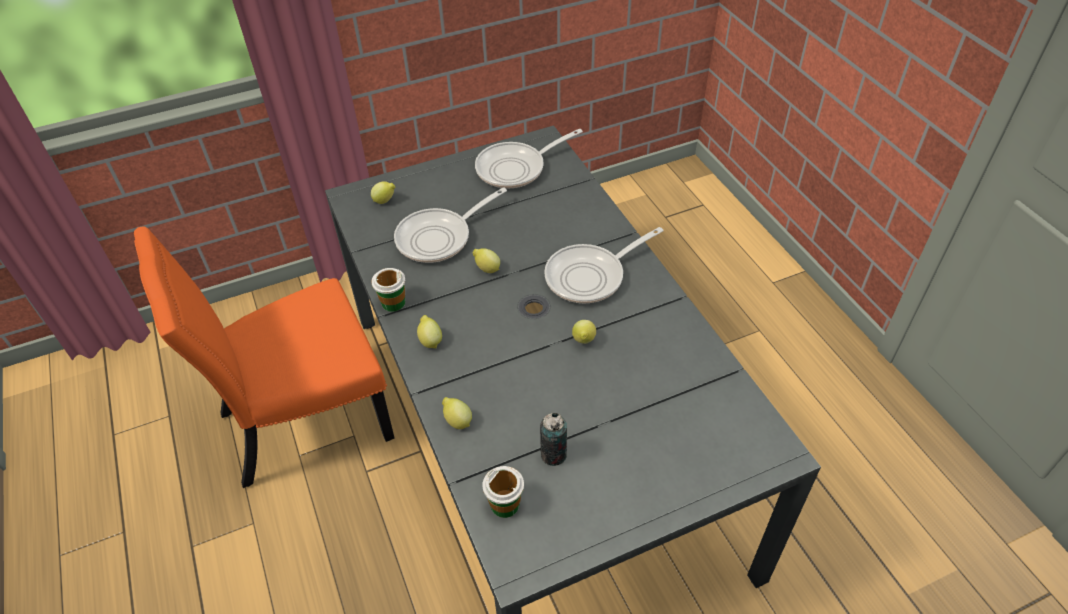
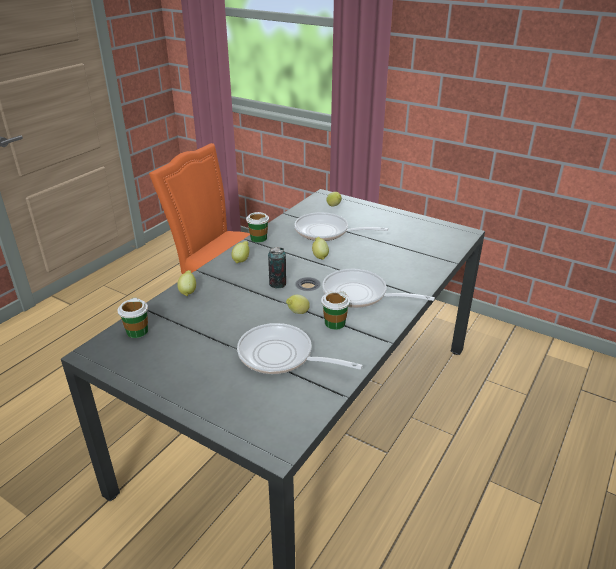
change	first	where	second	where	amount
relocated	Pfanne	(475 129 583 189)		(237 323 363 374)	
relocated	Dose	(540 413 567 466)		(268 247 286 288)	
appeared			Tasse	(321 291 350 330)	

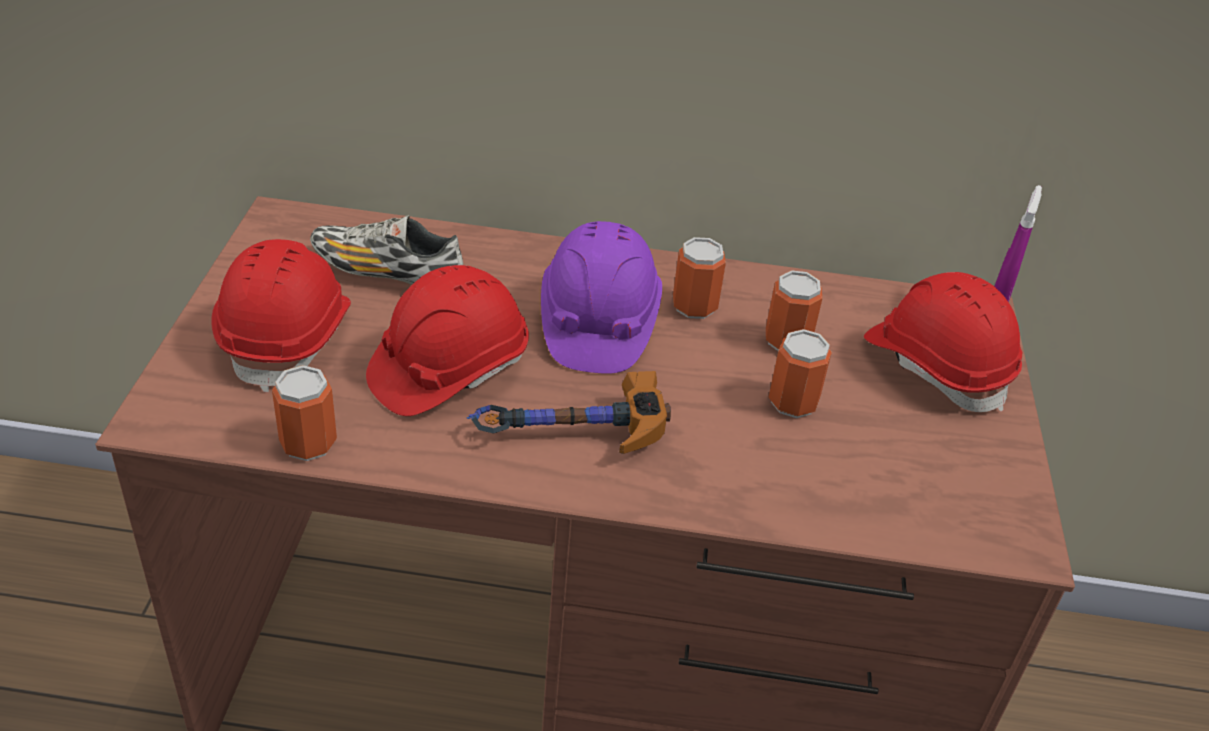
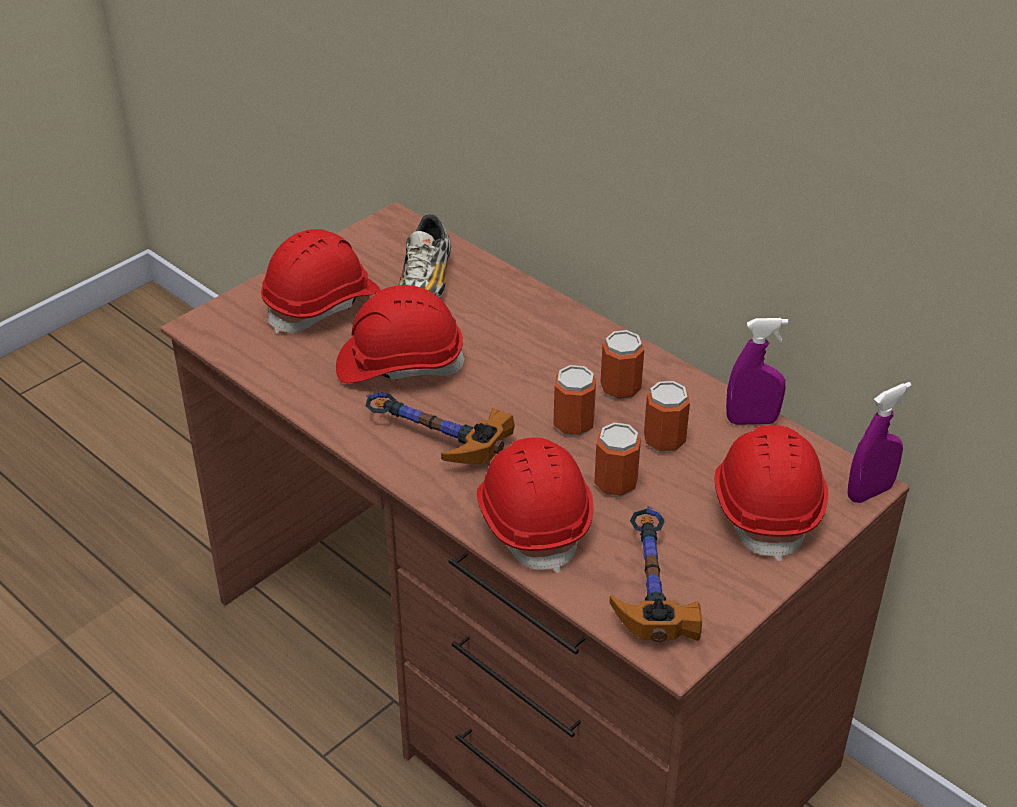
change	first	where	second	where	amount
spun	Schuh	(310 215 463 285)		(399 214 452 298)	135 degrees counterclockwise
appeared			Schutzhelm [rot]	(477 438 593 573)	
relocated	Dose	(272 365 337 461)		(553 365 596 437)	
appeared			Hammer	(609 506 702 643)	
appeared			Sprühflasche [lila]	(726 318 788 424)	
missing	Schutzhelm [lila]	(541 221 662 374)			

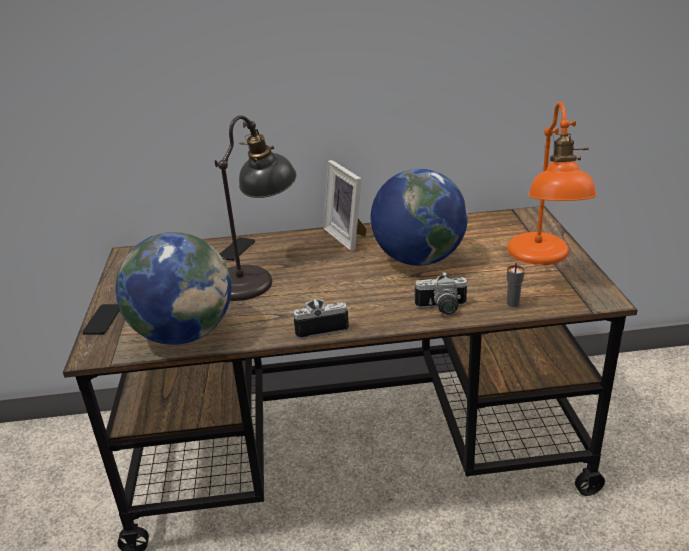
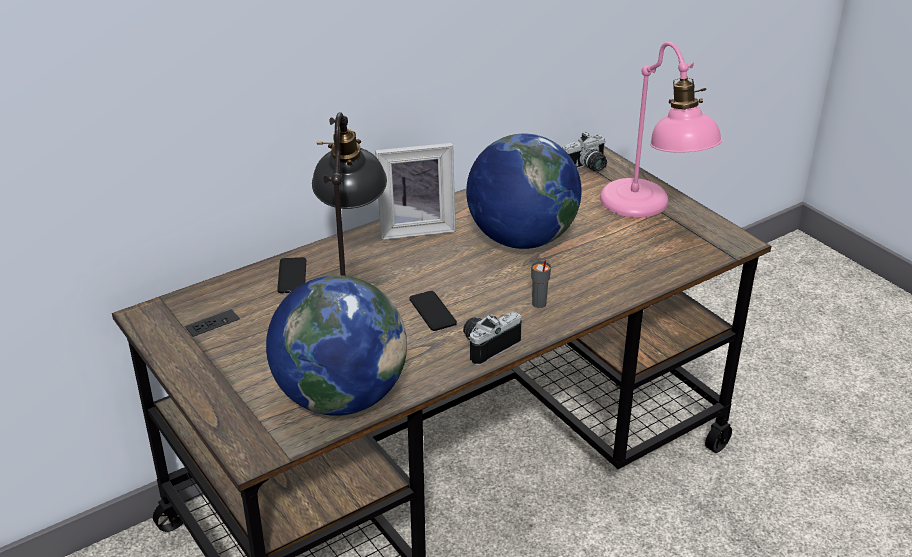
change	first	where	second	where	amount
spun	Bilderrahmen	(323 160 367 251)		(375 143 456 240)	45 degrees counterclockwise
relocated	Handy	(83 304 120 335)		(409 291 457 331)	
relocated	Tasse [grau]	(507 263 525 307)		(531 260 551 308)	
relocated	Kamera	(415 272 467 315)		(562 132 607 172)	
colour	Tischlampe [orange]	(507 102 597 265)	Tischlampe [rosa]	(600 42 722 218)	

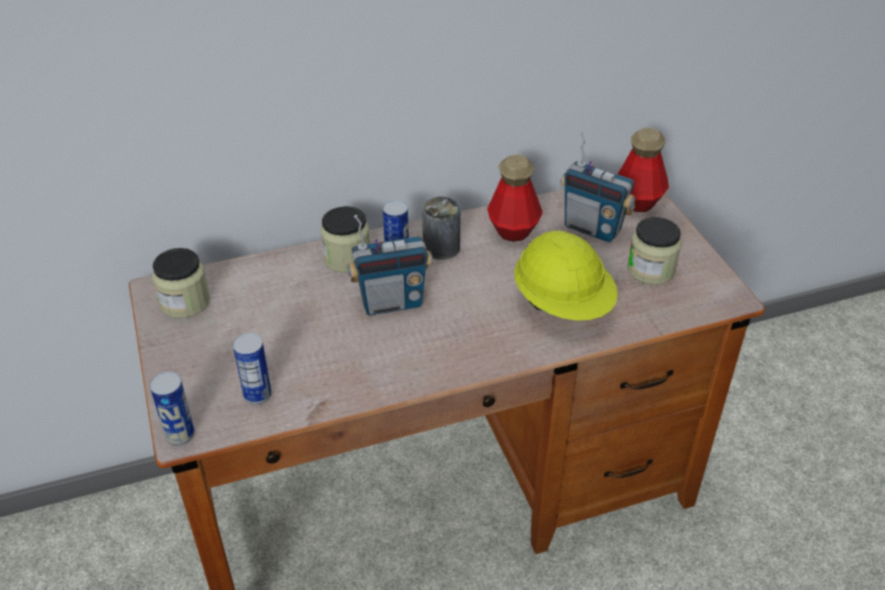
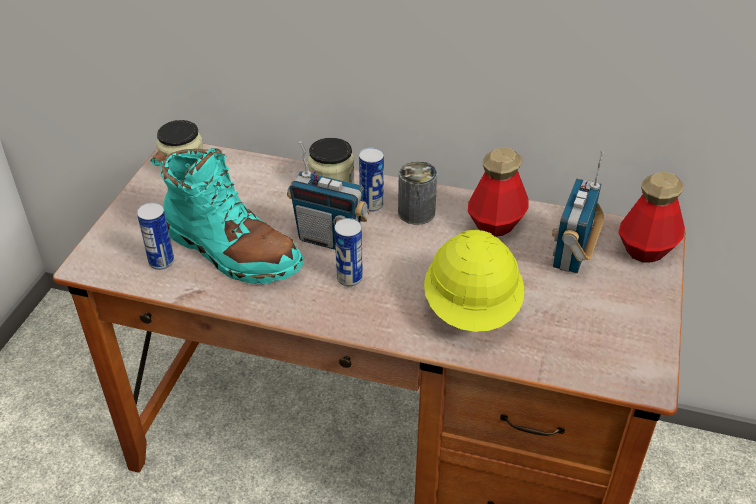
change	first	where	second	where	amount
appeared			Stiefel [türkis]	(150 148 304 285)	
relocated	Dose	(150 372 195 445)		(334 218 363 287)	
spun	Radio	(560 132 636 242)		(552 151 604 274)	45 degrees clockwise
missing	Vorratsglas	(627 217 682 285)			

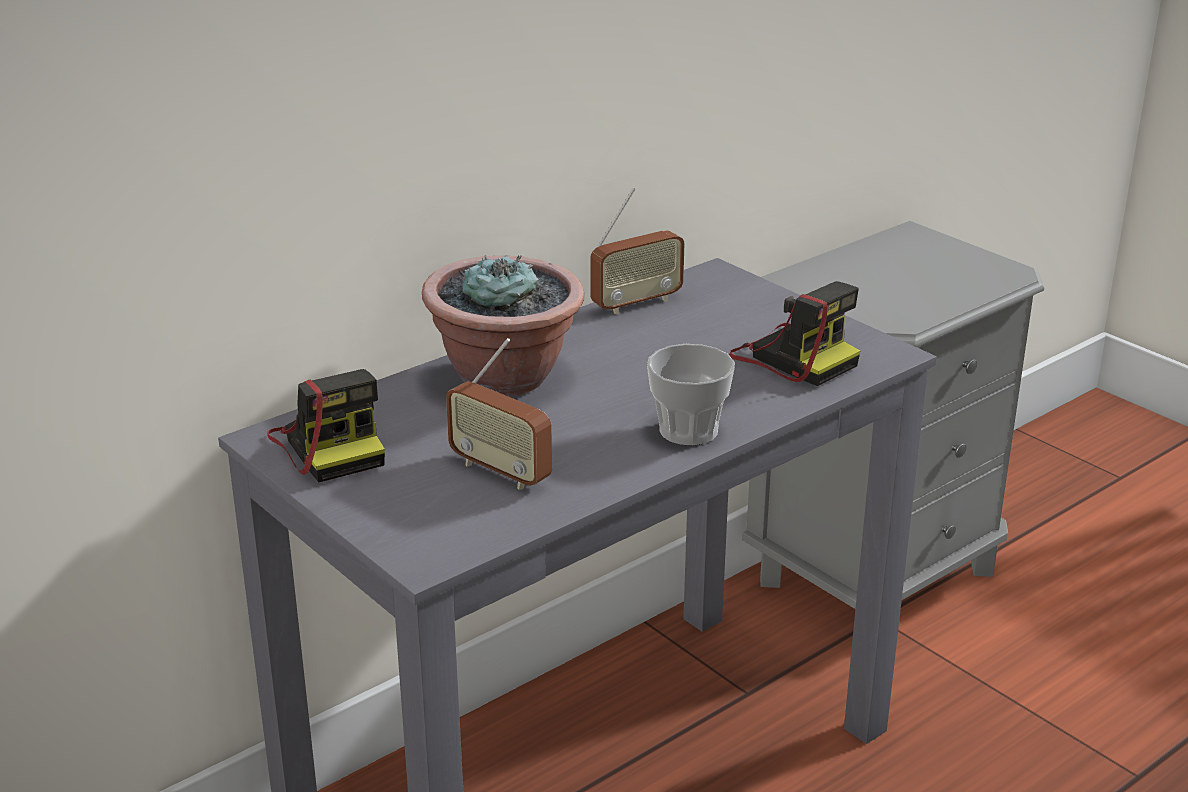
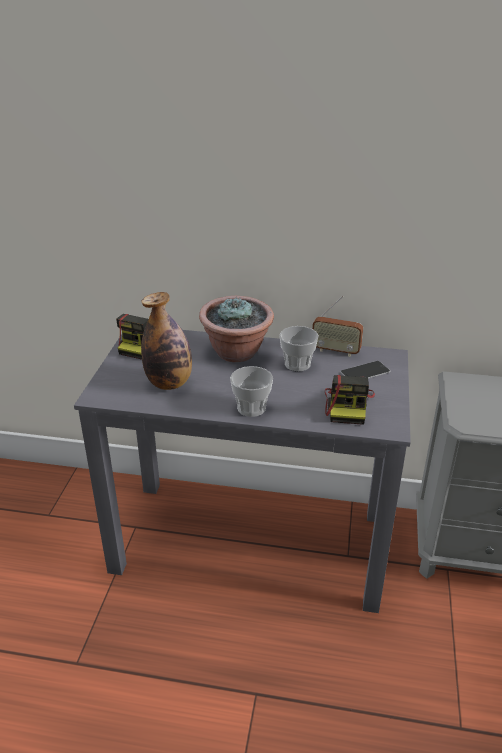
change	first	where	second	where	amount
exchanged	Radio	(446 338 552 490)	Flasche	(141 292 192 390)	
appeared			Tasse	(279 326 319 371)	
appeared			Handy	(340 361 390 378)	

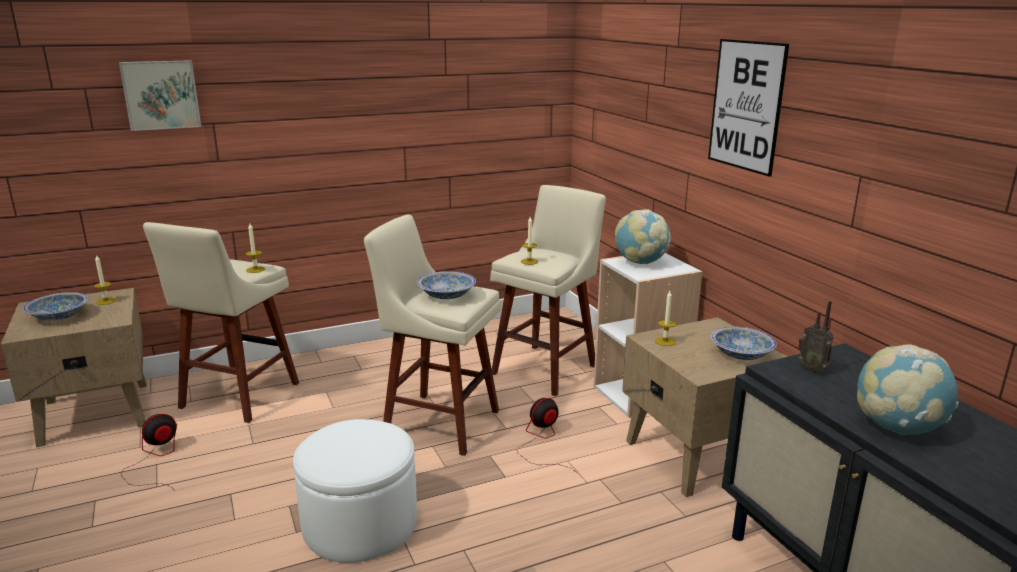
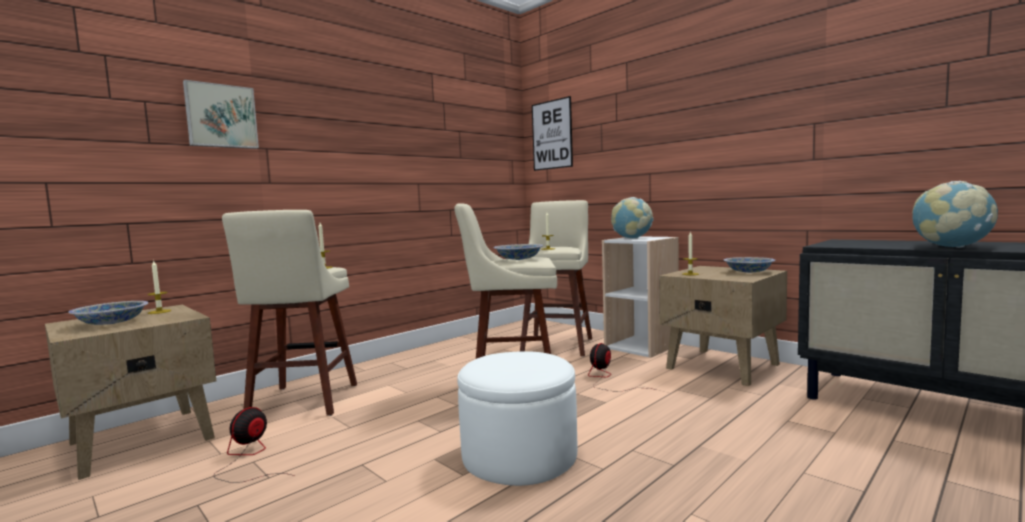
change	first	where	second	where	amount
relocated	Bild	(708 39 789 177)		(532 96 573 171)	
missing	Radio	(798 301 834 373)			

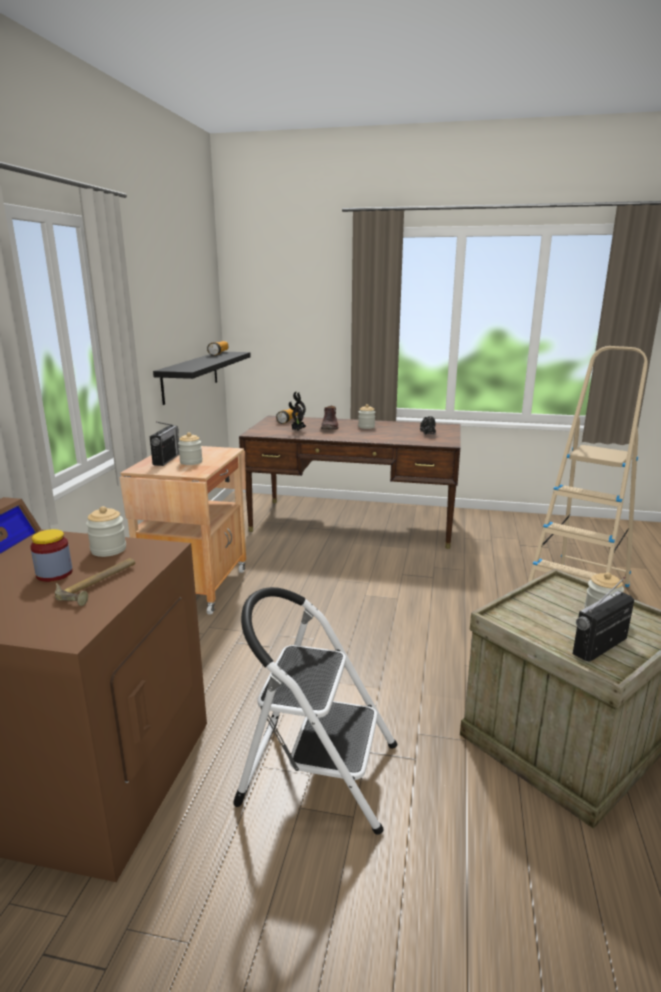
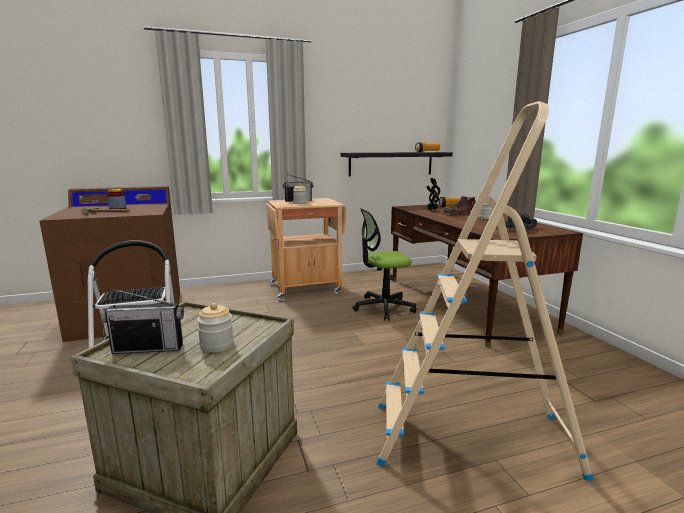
change	first	where	second	where	amount
spun	Radio	(573 577 634 662)		(101 289 184 354)	150 degrees clockwise
appeared			Bürostuhl	(353 208 416 321)	
missing	Vorratsglas	(86 506 126 557)			

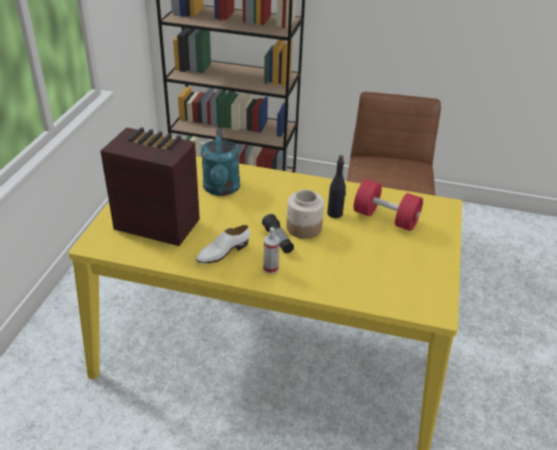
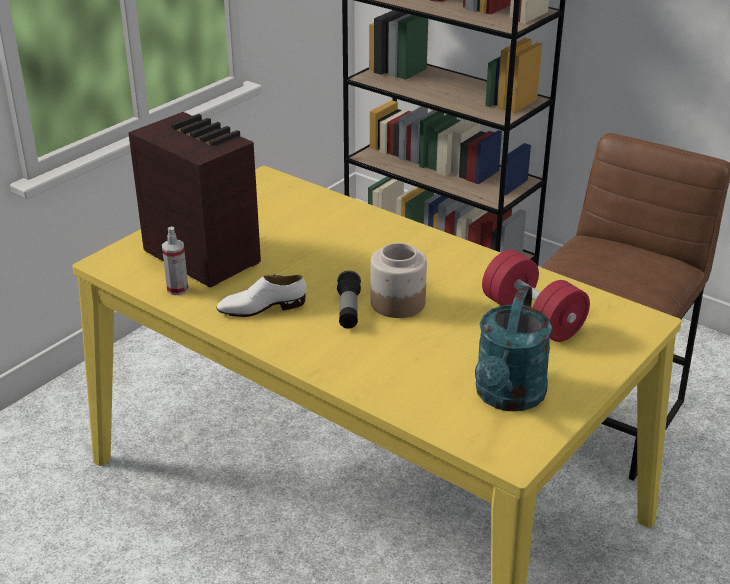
change	first	where	second	where	amount
relocated	Sprühflasche	(263 227 280 274)		(162 226 189 295)	
relocated	Gießkanne [türkis]	(201 129 240 196)		(475 285 552 411)	
missing	Flasche [schwarz]	(327 155 346 218)			

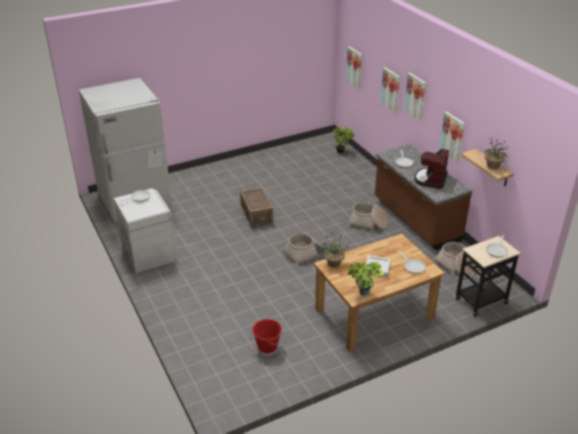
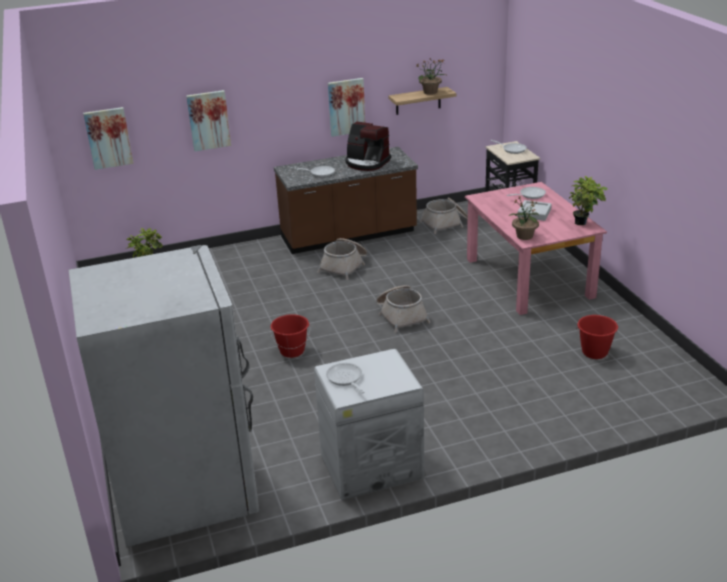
change	first	where	second	where	amount
exchanged	Kiste	(240 187 273 228)	Eimer [rot]	(270 314 310 358)	
colour	Esstisch [braun]	(314 234 445 352)	Esstisch [rosa]	(465 182 607 315)	
missing	Bild	(404 72 426 121)			

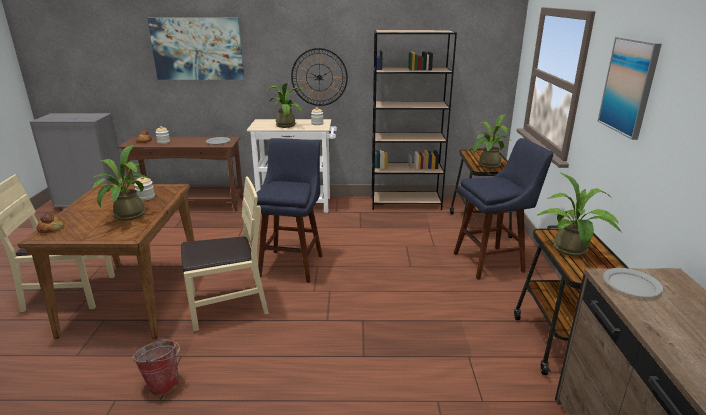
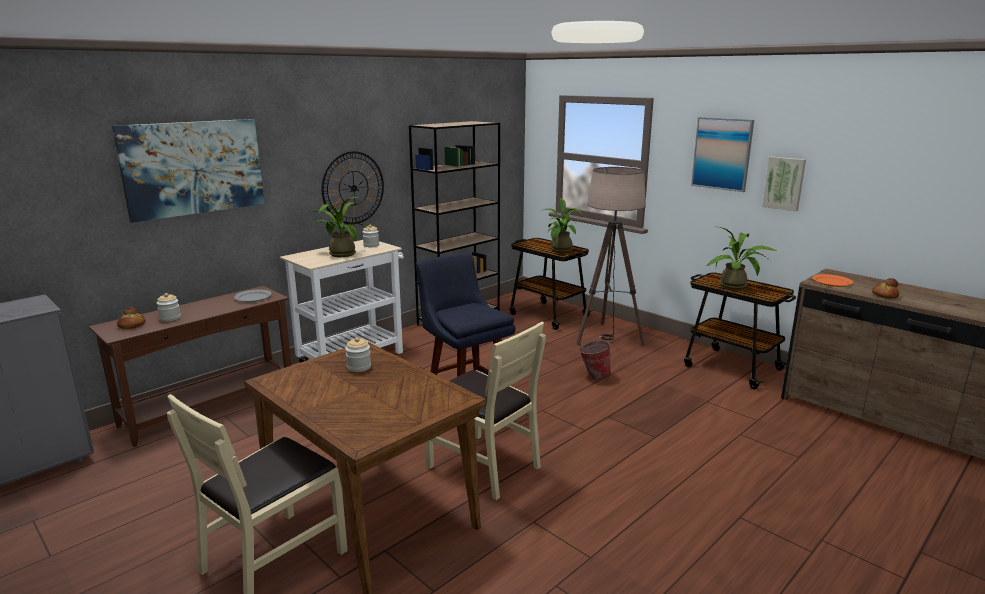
change	first	where	second	where	amount
spun	Stuhl [beige]	(181 176 269 331)		(425 321 546 500)	105 degrees clockwise
exchanged	Hocker [blau]	(454 138 553 280)	Stehlampe	(576 167 646 346)	
relocated	Eimer	(132 337 180 395)		(579 340 612 380)	
appeared			Bild	(762 157 806 212)	
colour	Teller [grau]	(603 268 663 297)	Teller [orange]	(812 274 853 287)	
relocated	Brot	(36 213 65 233)		(872 278 899 299)	
missing	Topfpflanze	(91 145 149 221)			

